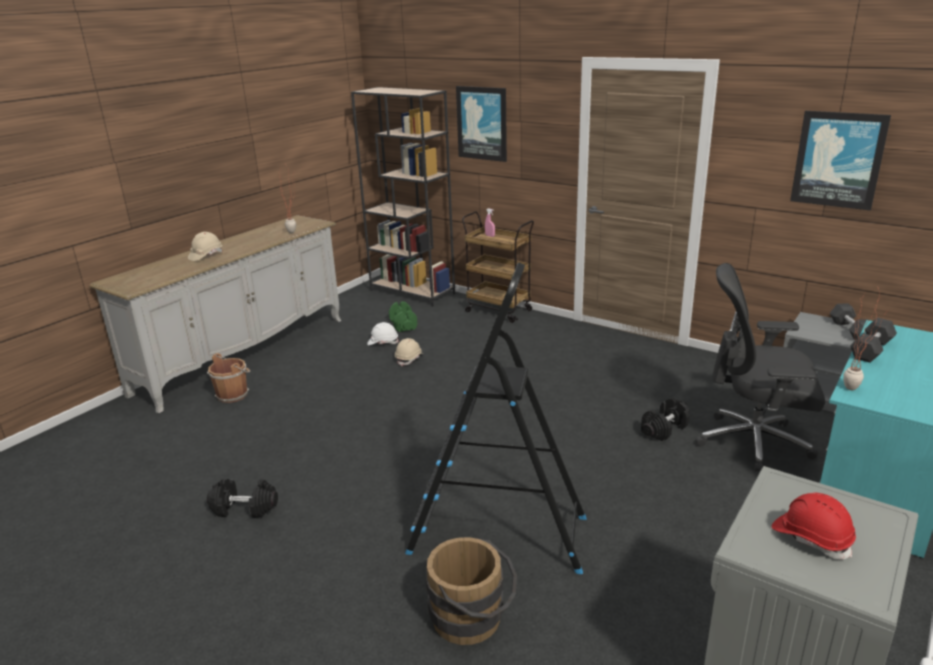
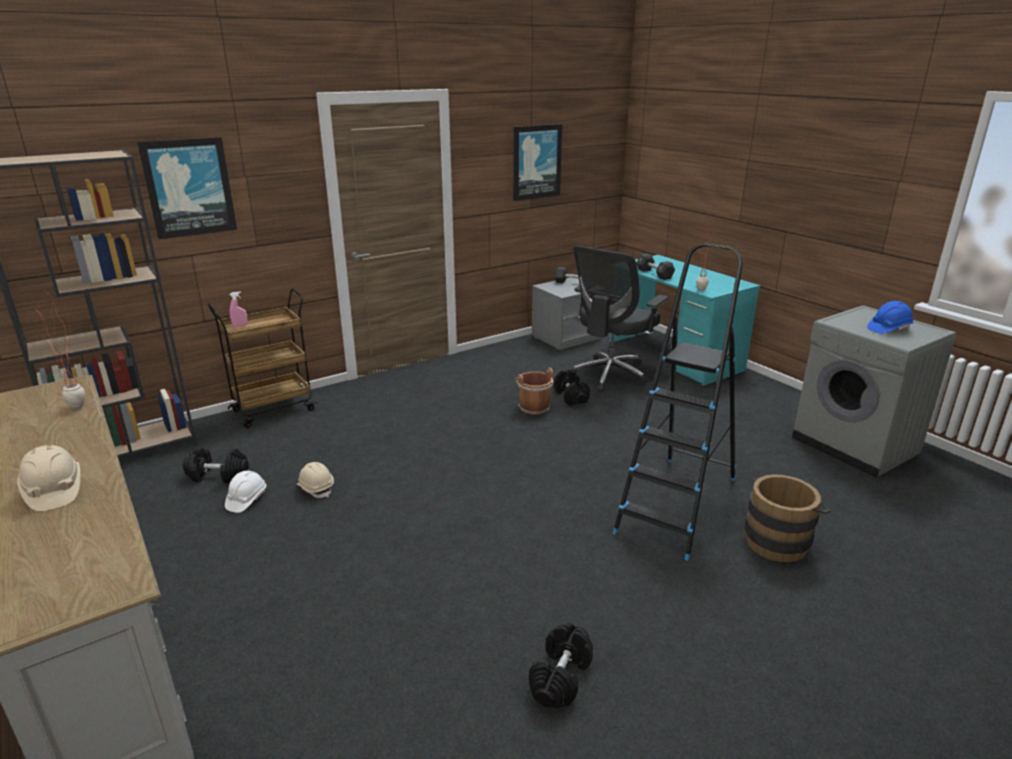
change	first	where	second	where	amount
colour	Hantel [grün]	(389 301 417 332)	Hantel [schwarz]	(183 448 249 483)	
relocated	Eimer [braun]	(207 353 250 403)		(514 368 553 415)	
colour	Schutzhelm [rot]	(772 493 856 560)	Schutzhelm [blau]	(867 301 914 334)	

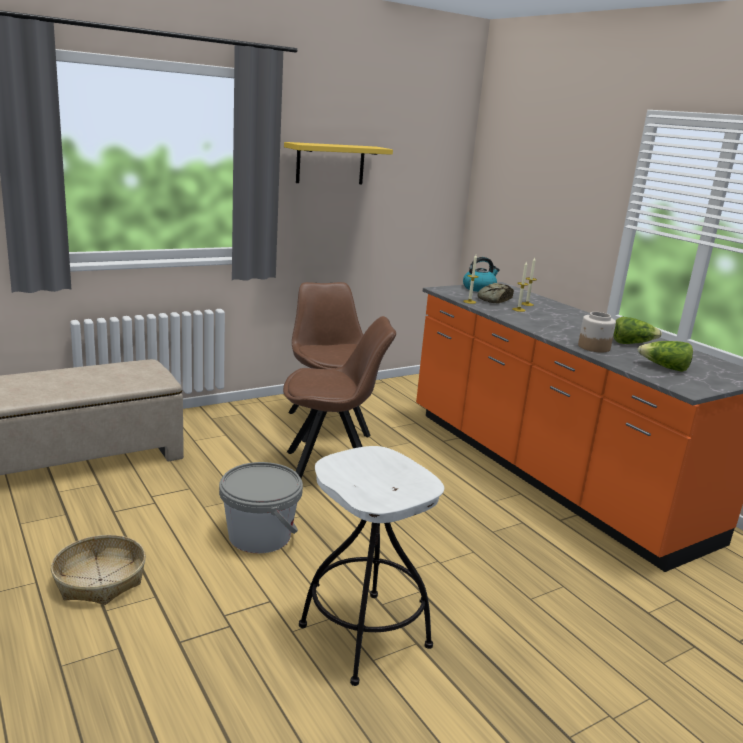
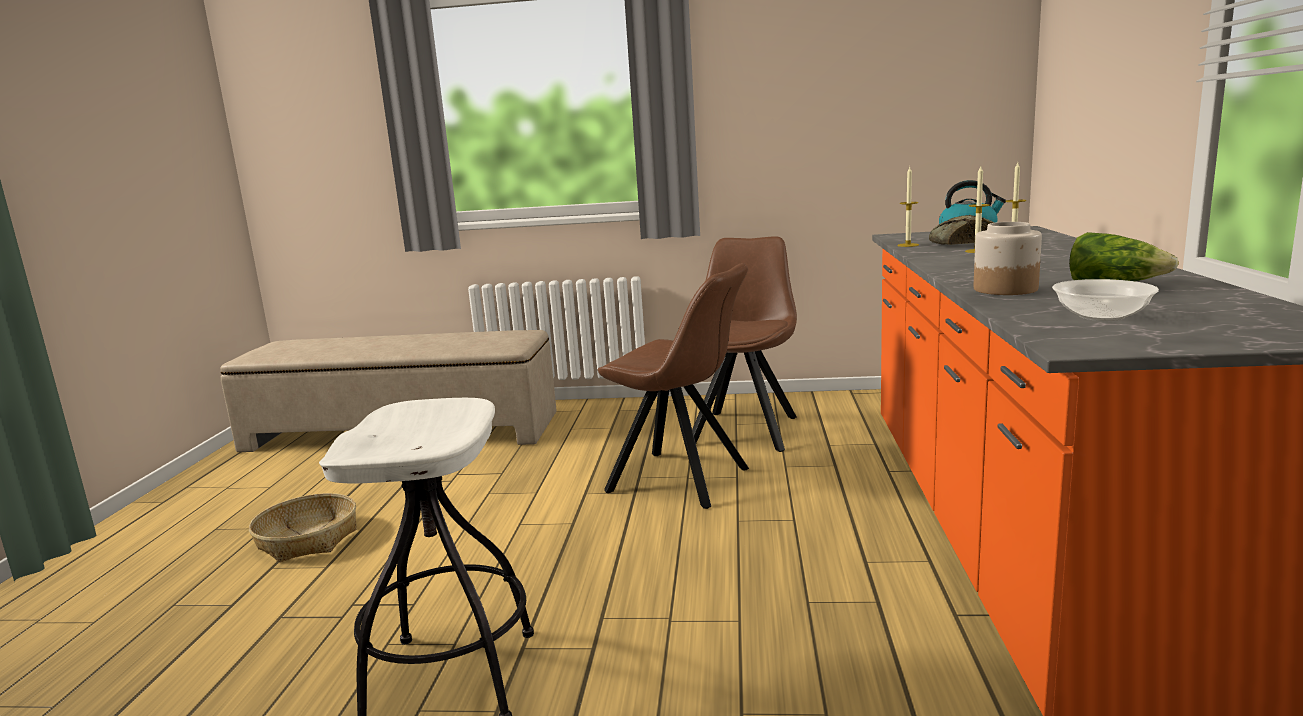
change	first	where	second	where	amount
exchanged	Salatkopf	(638 341 693 372)	Schüssel	(1052 279 1159 321)	
missing	Eimer [grau]	(219 462 303 553)			
missing	Wandregal [gelb]	(284 142 393 184)			

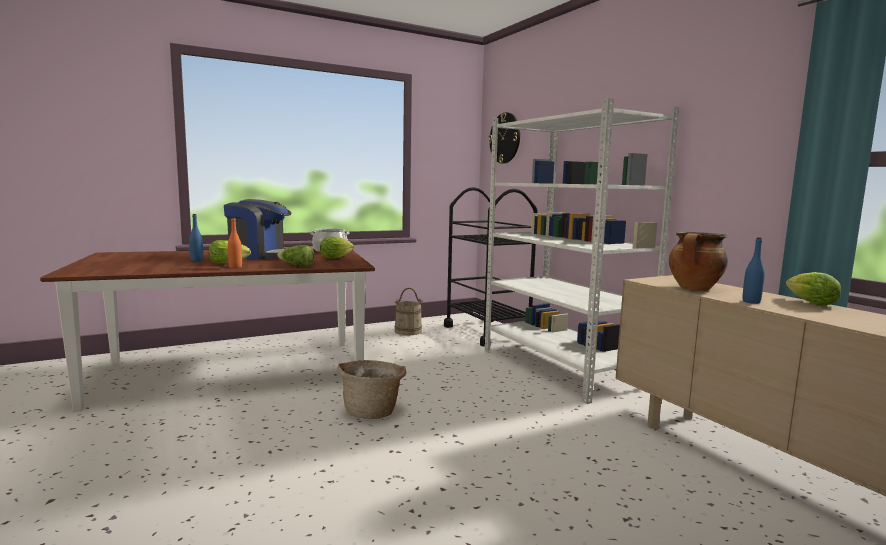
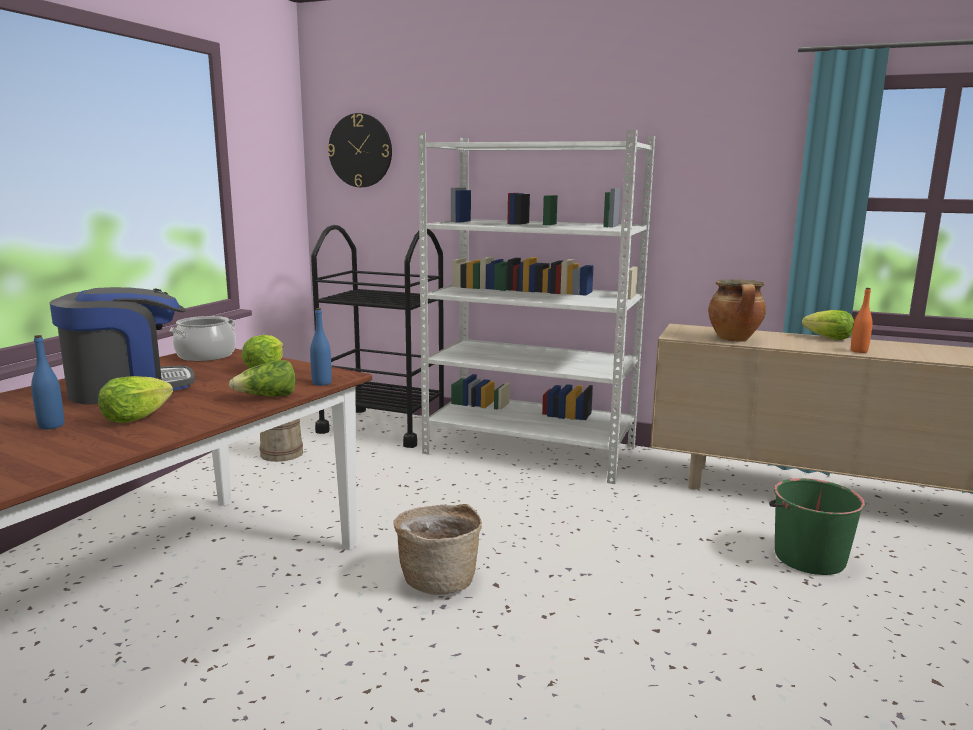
change	first	where	second	where	amount
relocated	Flasche [blau]	(742 237 765 304)		(310 308 332 386)	
appeared			Eimer [grün]	(769 478 865 575)	
relocated	Flasche [orange]	(228 217 242 268)		(851 288 873 353)	

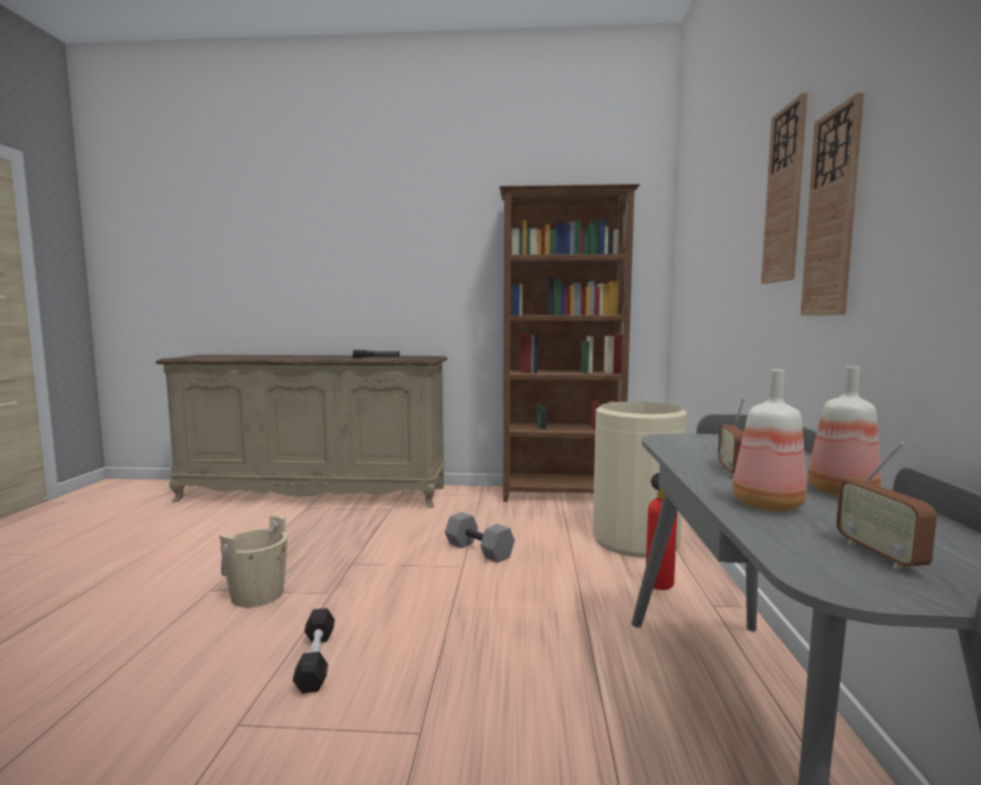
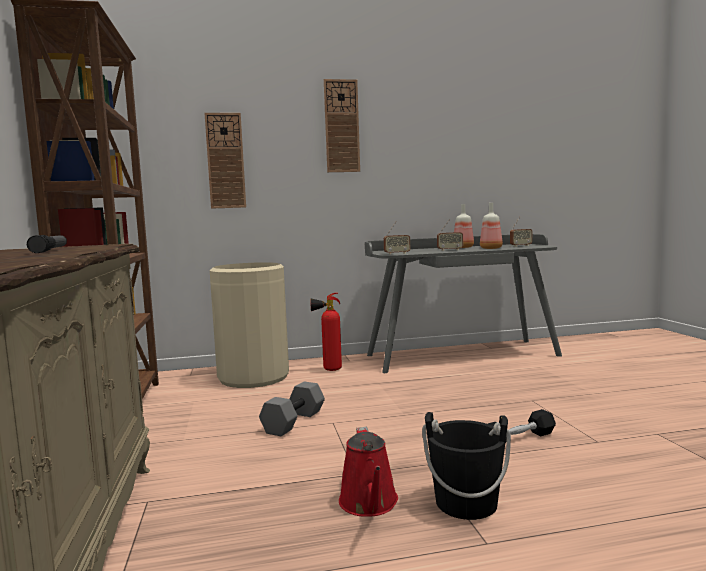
change	first	where	second	where	amount
relocated	Wanduhr	(801 93 864 316)		(205 113 246 209)	
appeared			Gießkanne [rot]	(339 427 398 517)	
appeared			Radio	(384 222 410 254)	
colour	Eimer [beige]	(219 515 288 607)	Eimer [schwarz]	(422 412 511 520)	

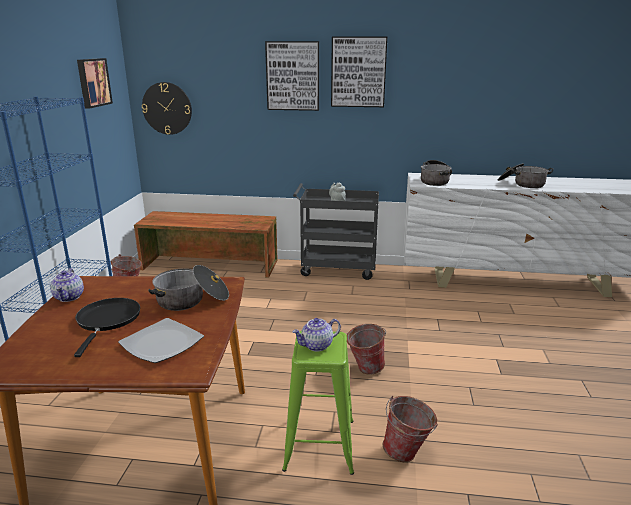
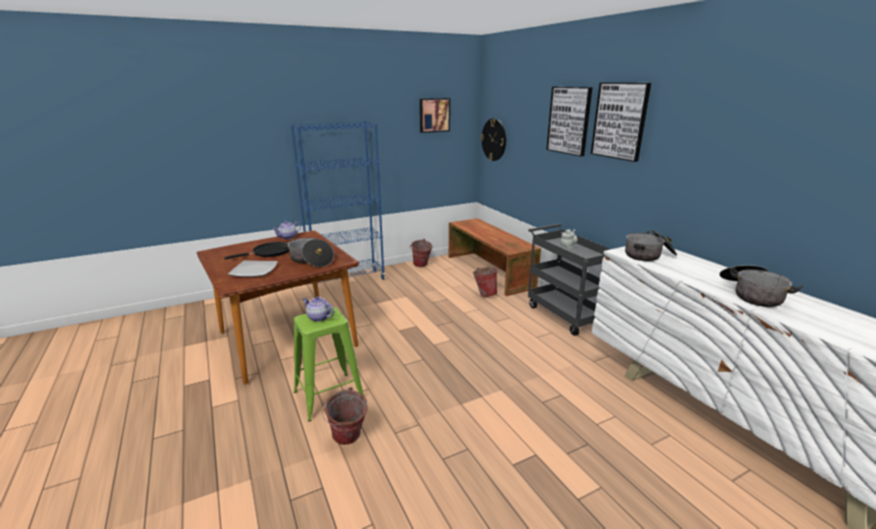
change	first	where	second	where	amount
relocated	Eimer	(346 324 386 375)		(473 267 498 297)	

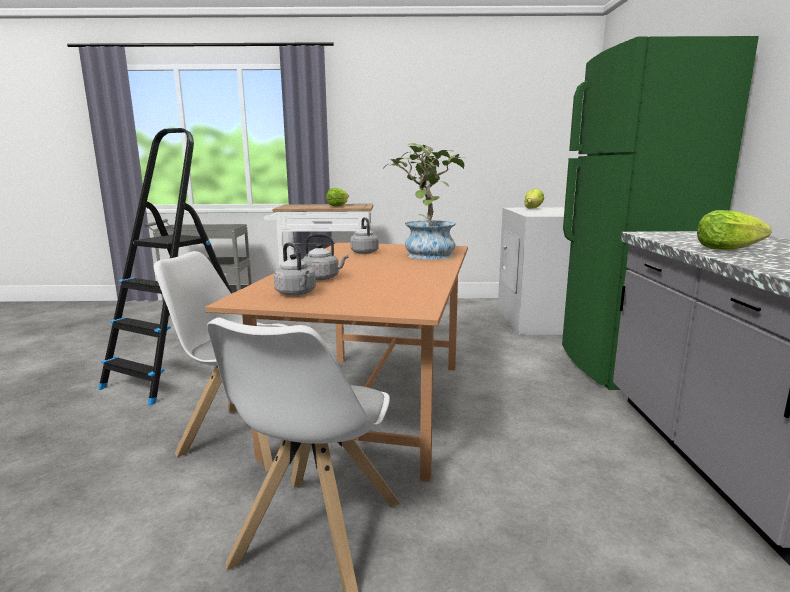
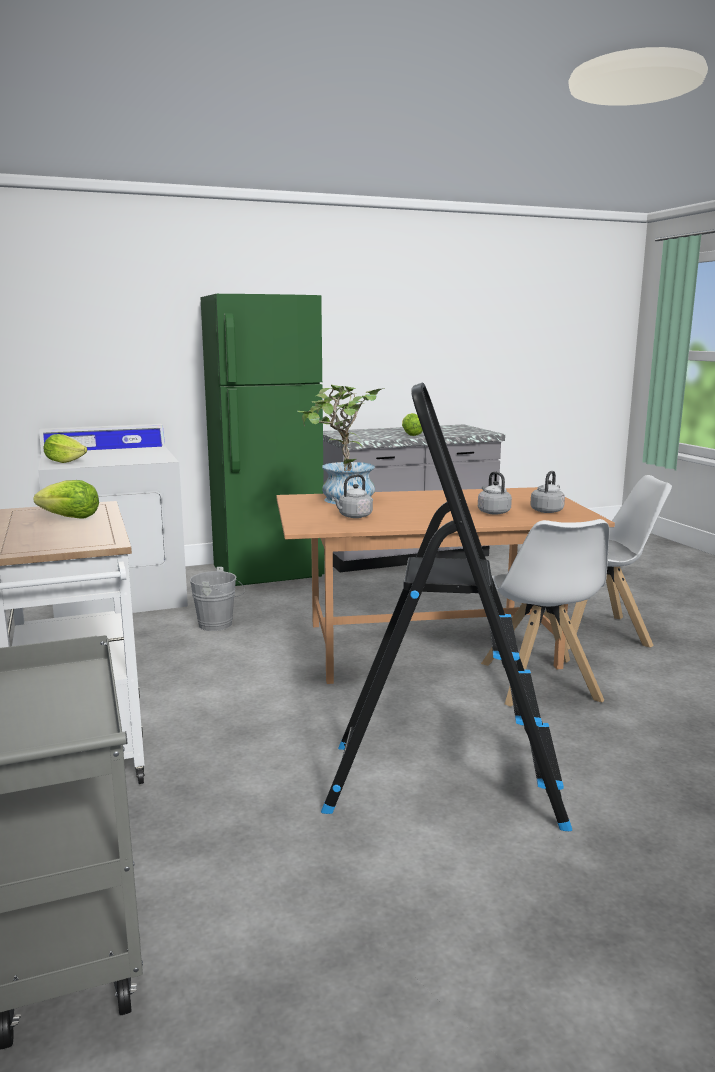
change	first	where	second	where	amount
appeared			Eimer [grau]	(190 567 245 631)	

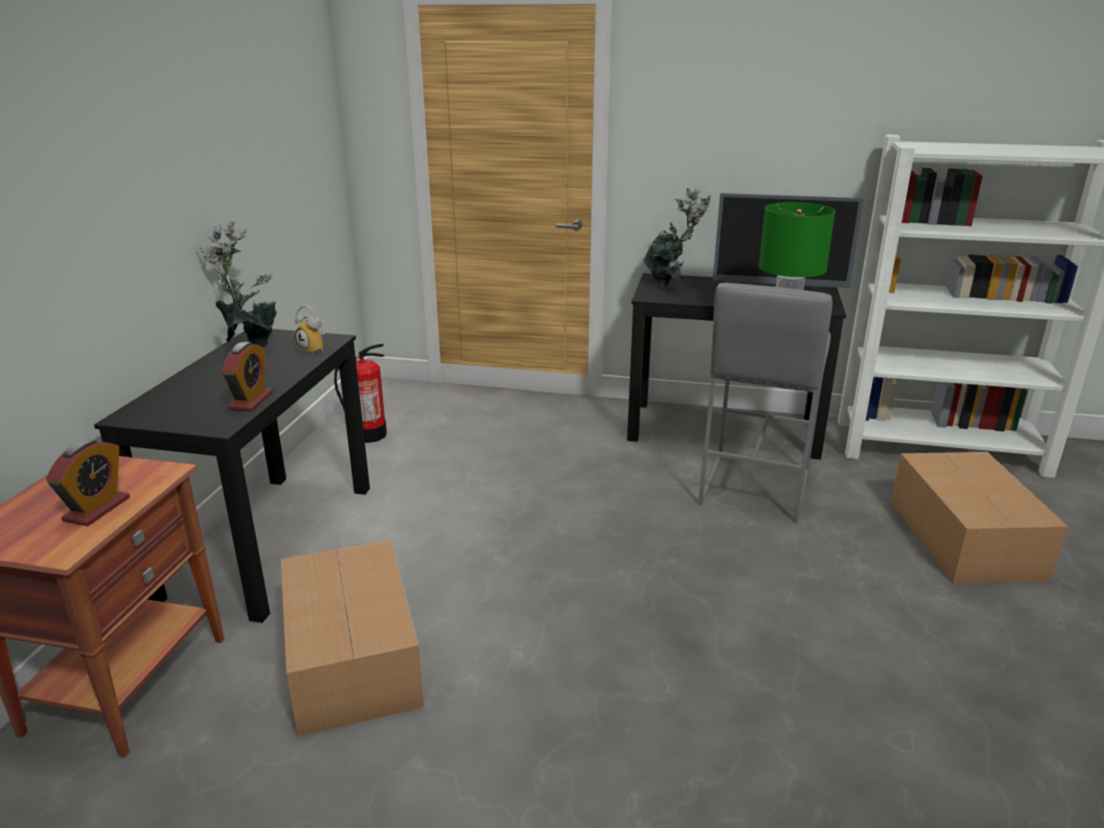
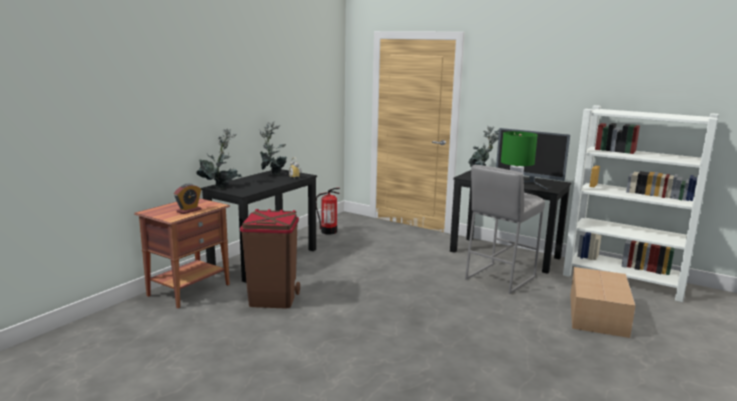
change	first	where	second	where	amount
appeared			Topfpflanze	(196 129 242 188)	
exchanged	Karton	(281 540 424 737)	Mülleimer [braun]	(240 209 300 308)	
missing	Wecker	(221 342 273 411)			

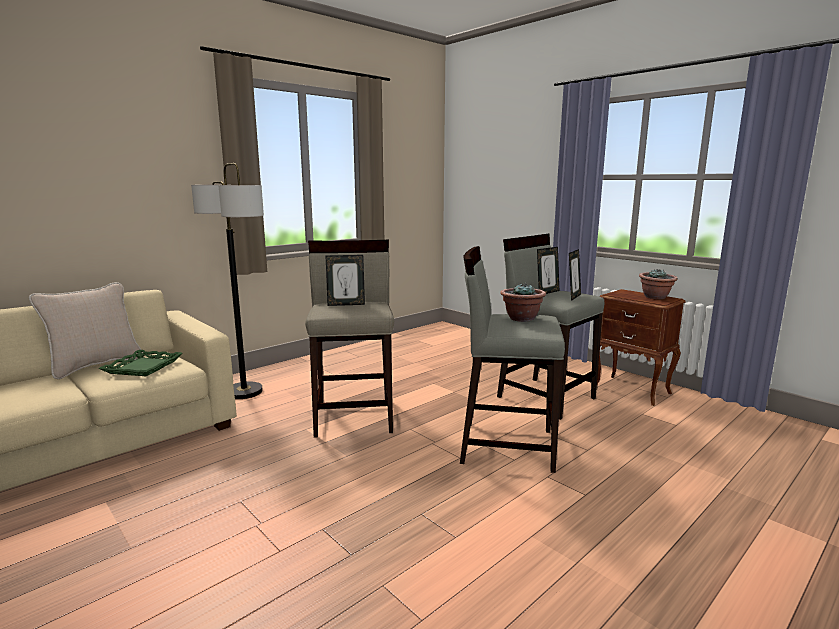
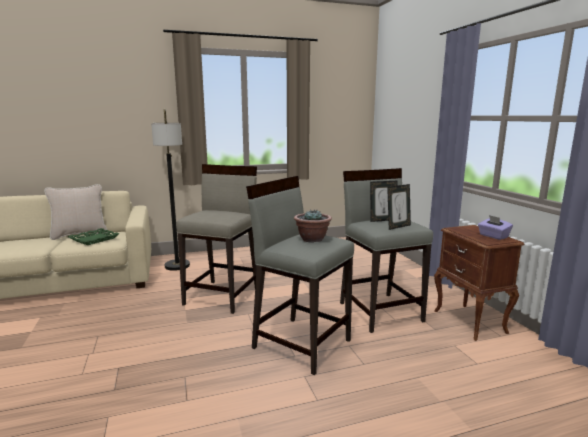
change	first	where	second	where	amount
exchanged	Topfpflanze	(639 269 678 299)	Taschentuchbox [lila]	(478 215 513 240)	
missing	Bilderrahmen	(325 255 365 306)			

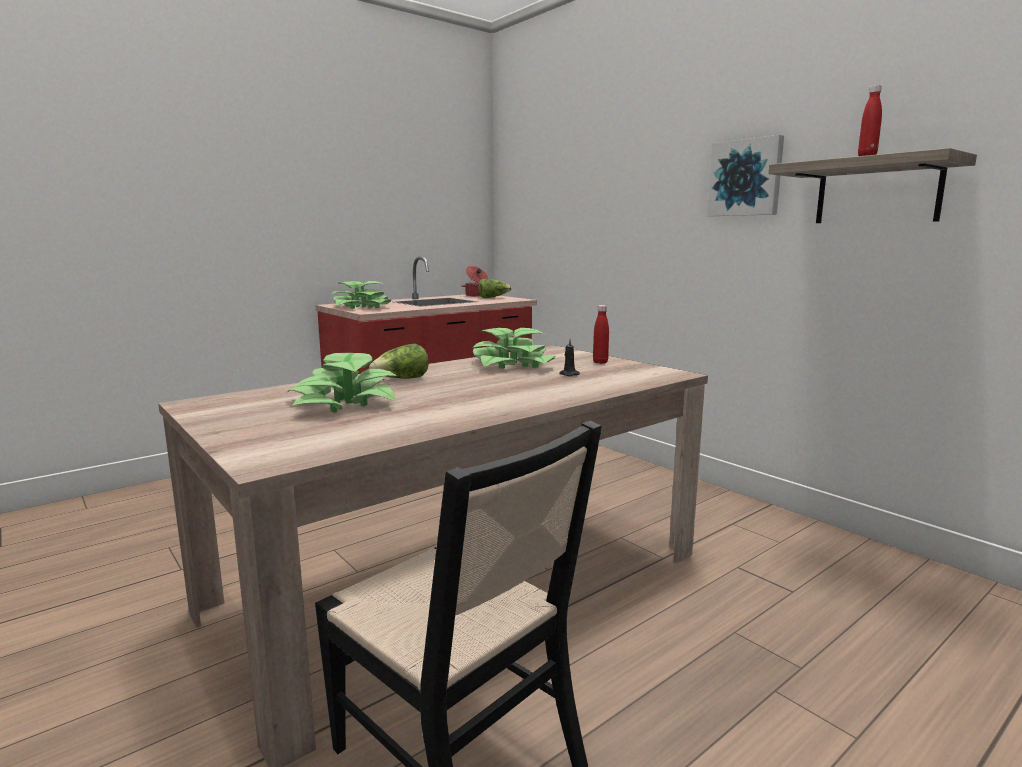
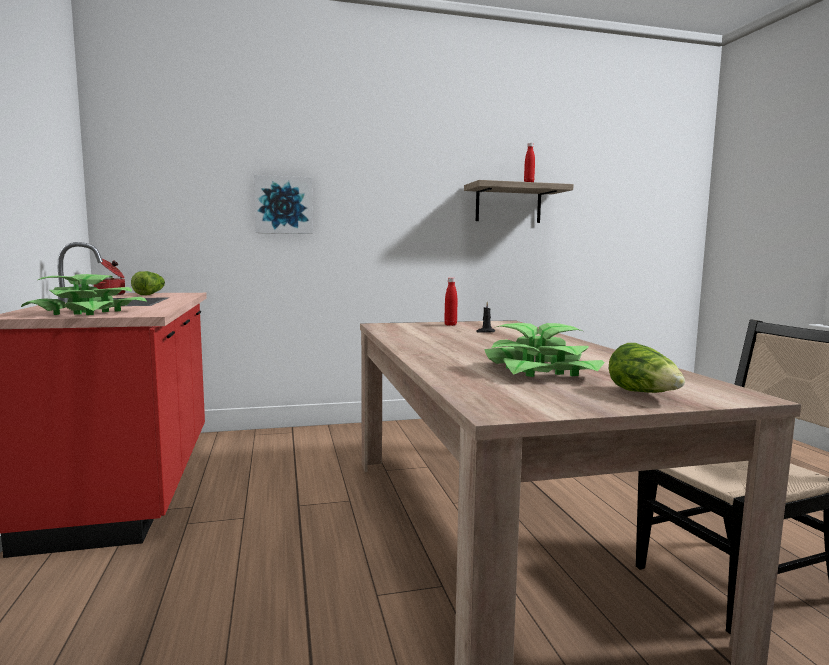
change	first	where	second	where	amount
relocated	Bild	(707 135 784 216)		(254 175 313 234)	
relocated	Salatkopf	(369 344 429 379)		(609 343 685 393)	
missing	Topfpflanze	(472 328 555 369)			

